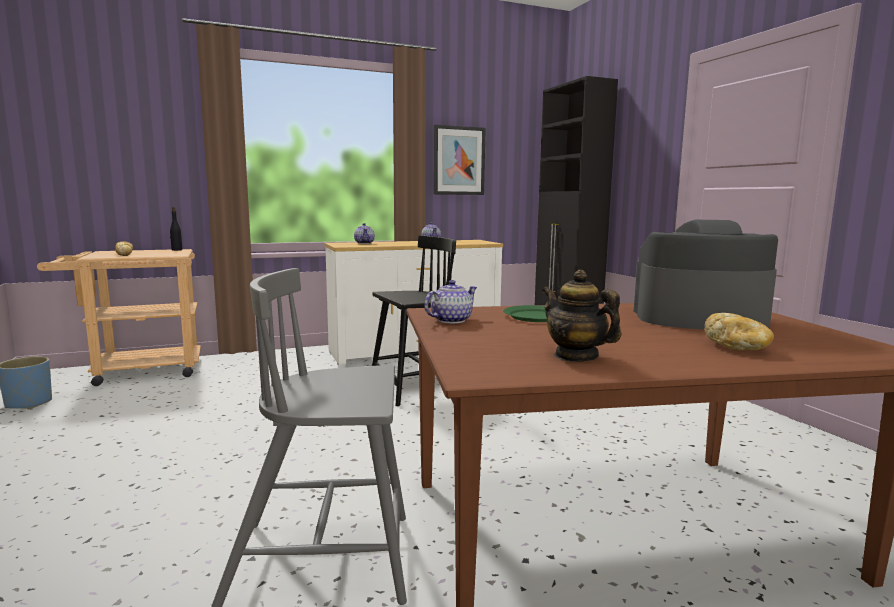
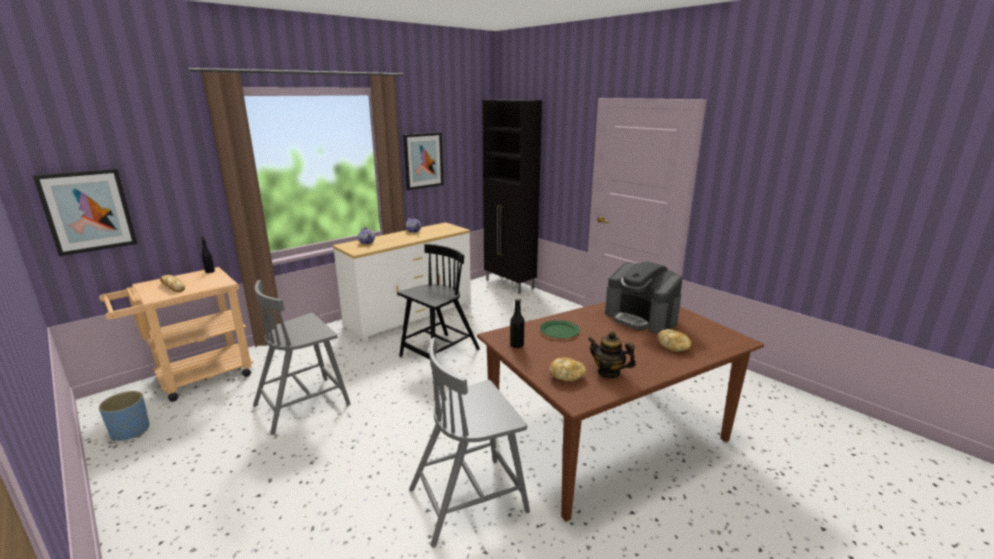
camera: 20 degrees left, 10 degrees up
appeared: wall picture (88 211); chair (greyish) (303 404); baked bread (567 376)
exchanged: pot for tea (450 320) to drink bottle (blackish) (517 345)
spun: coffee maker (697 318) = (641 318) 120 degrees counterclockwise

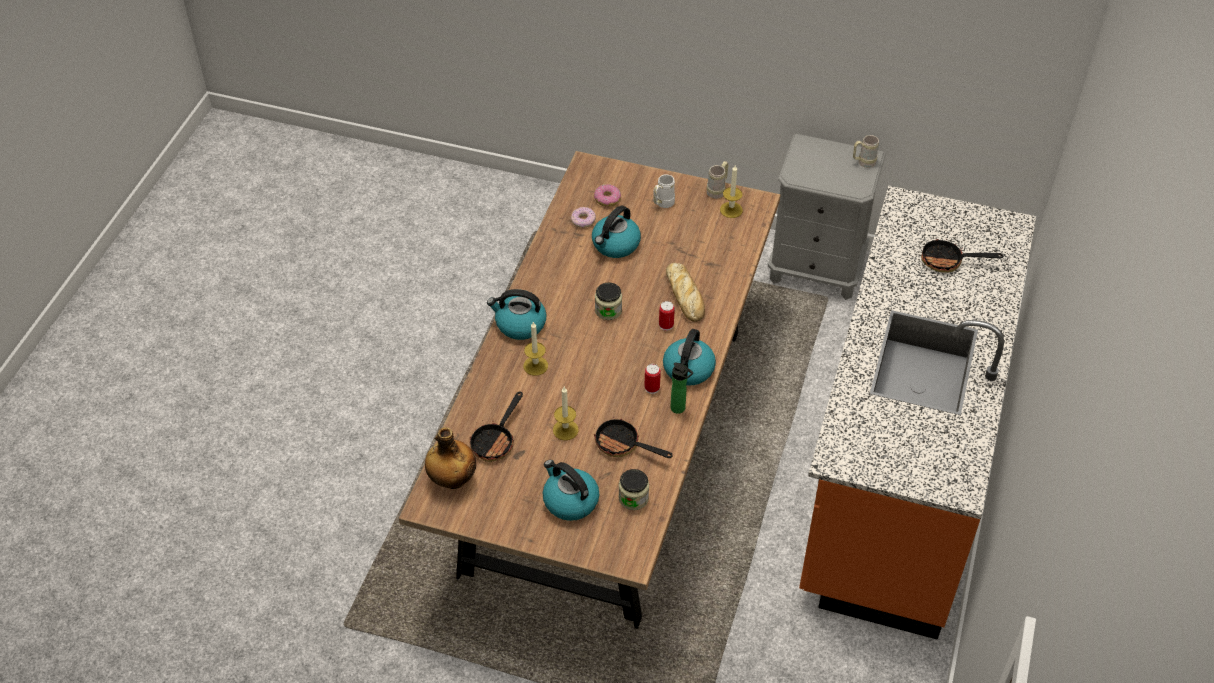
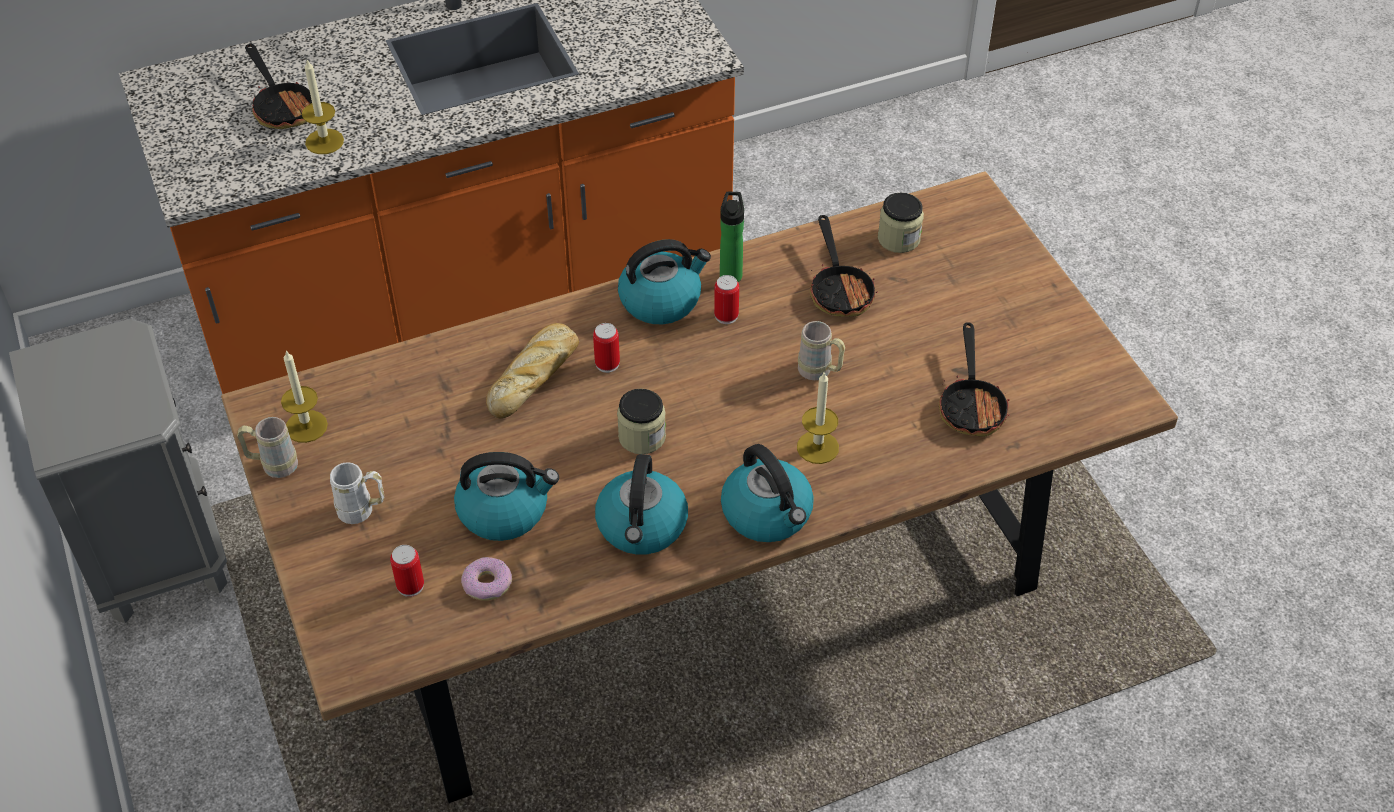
camera: 130 degrees left, 0 degrees up
missing: drink bottle (452 479)
relocated: tea mug (sand-coloured) (863 163) to (820 372); wax light (565 430) to (324 141); kettle (569 501) to (642 526)
exchanged: doughnut (607 199) to metal can (410 586)
spun: skillet (496 441) = (972 404) 105 degrees clockwise

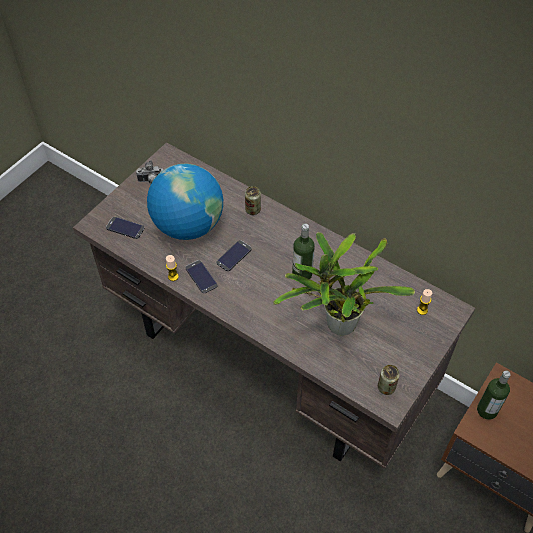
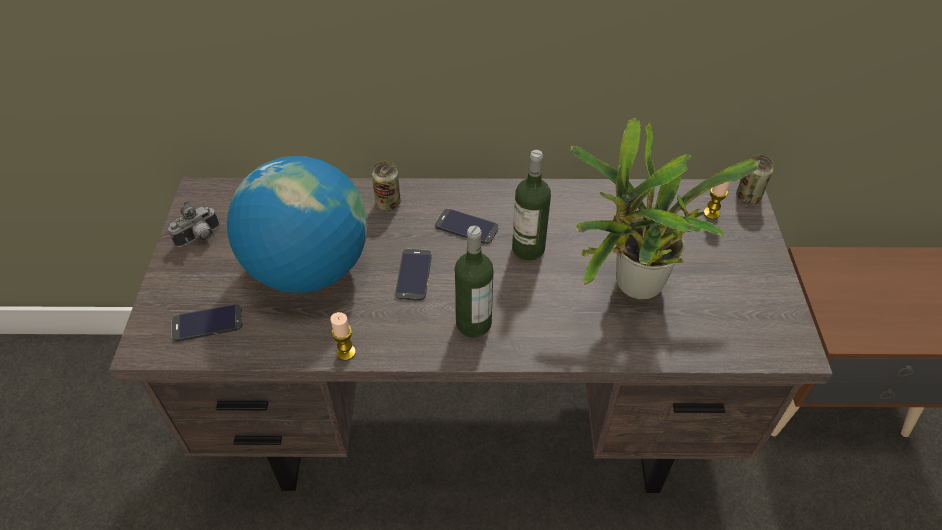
camera: 35 degrees left, 5 degrees down
relocated: handset (201 277) to (466 226); metal can (386 387) to (748 197); drink bottle (487 410) to (473 323)

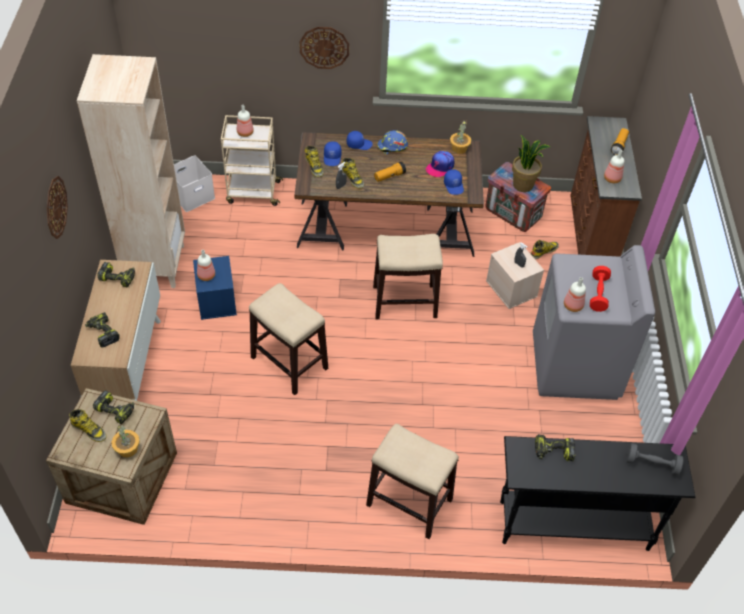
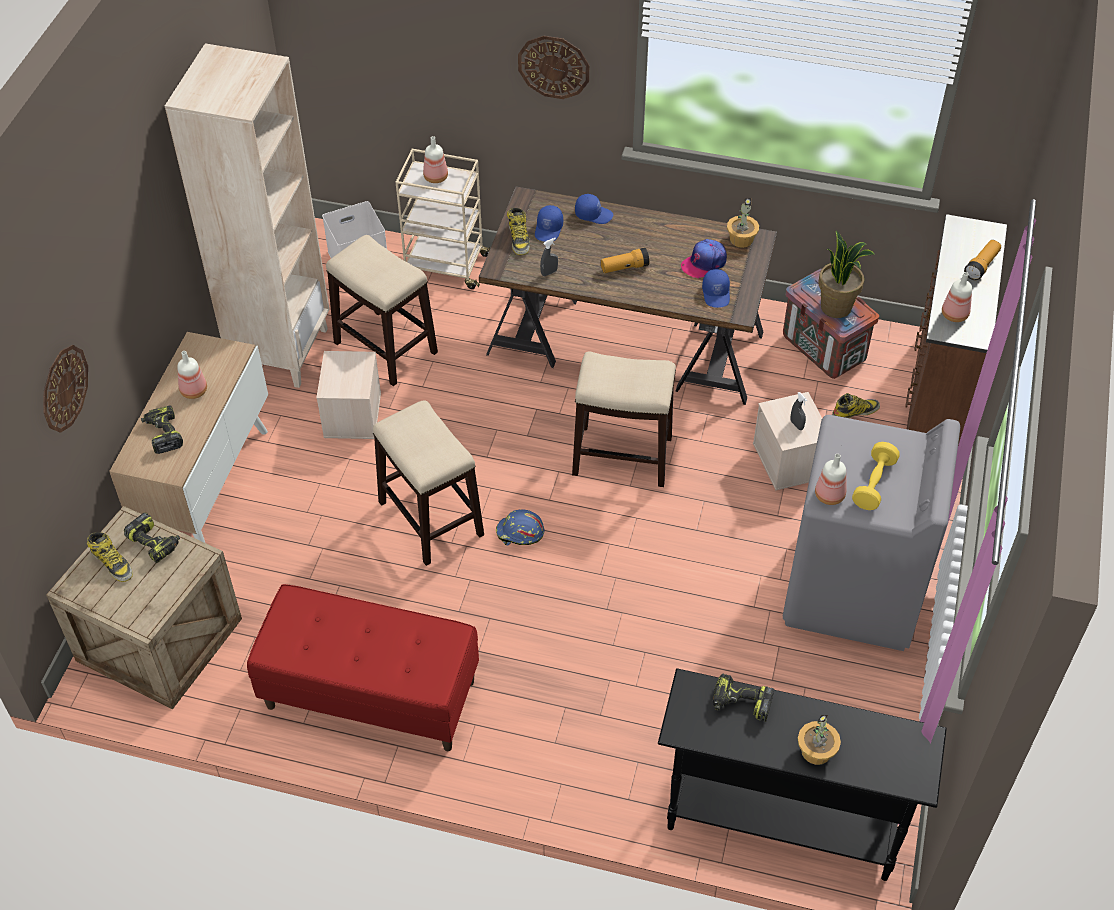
camera: 15 degrees right, 0 degrees up
missing: high-top boot (352 178); power drill (118 278); free weight (greyish) (652 464)
appeared: long seat (red) (370 695)
relocated: safety helmet (blue-coloured) (392 147) to (520 533); wall clock (56 207) to (64 388); drink bottle (206 276) to (193 391); plant in a pot (128 449) to (816 751); stool seat (408 502) to (385 347)
colour: storage container (blue-coloured) (216 300) to storage container (sand-coloured) (351 414); free weight (red) (598 294) to free weight (yellow) (874 484)

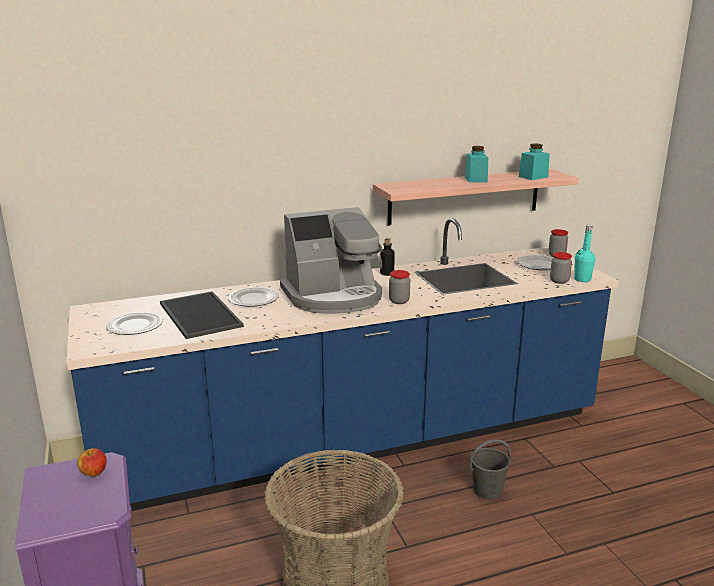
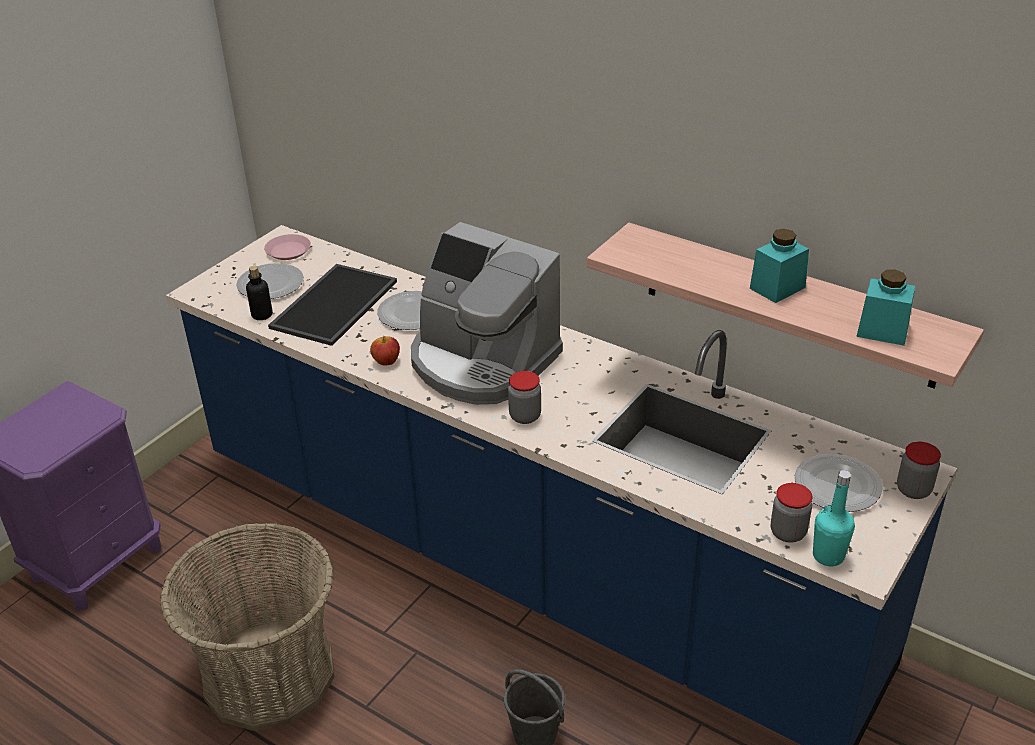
camera: 55 degrees right, 15 degrees up
appeared: dinner plate (pink) (288 251)
relocated: drink bottle (387 273) to (262 315); apple (94 473) to (386 361)

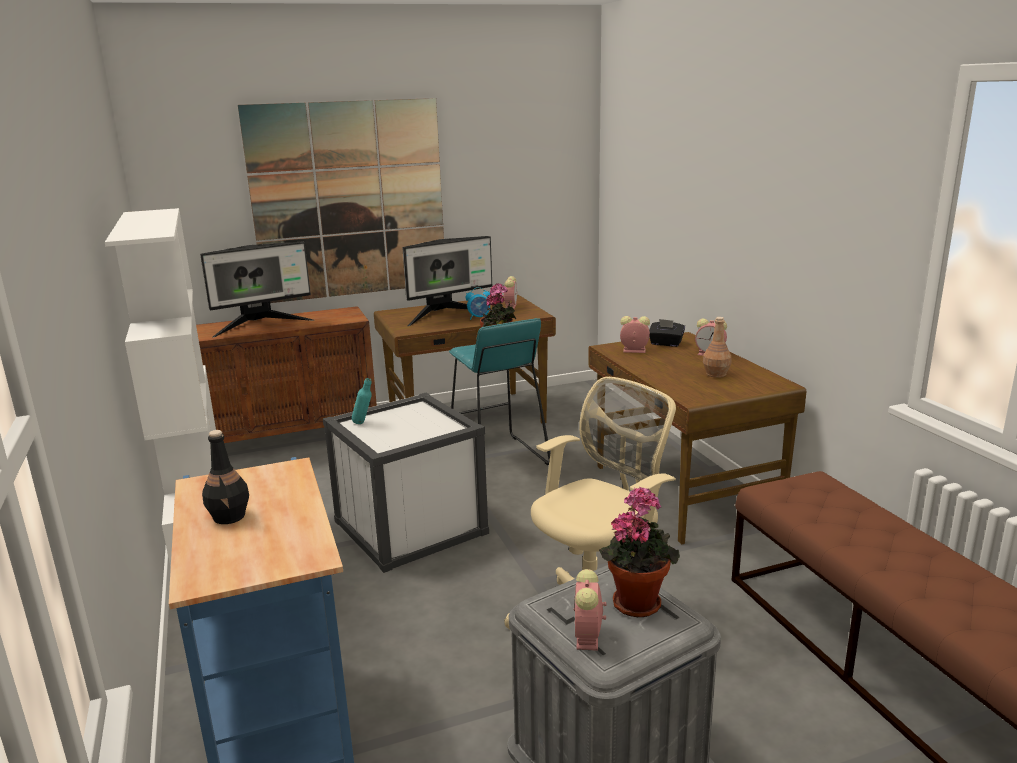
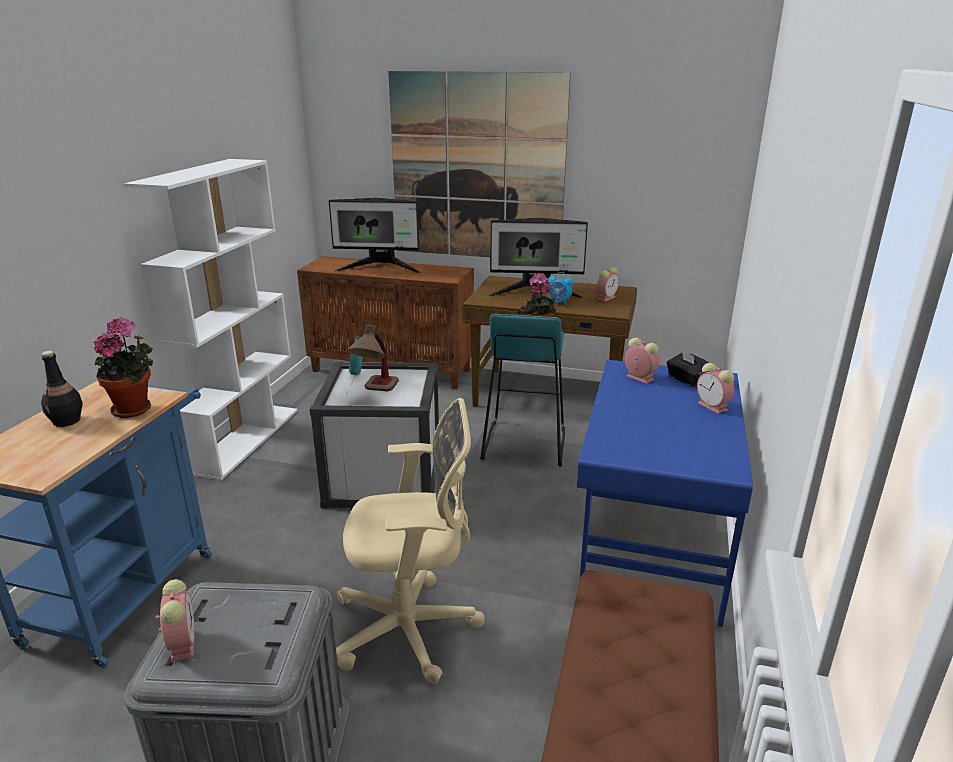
camera: 35 degrees right, 5 degrees up
missing: drink bottle (brown) (716 374)
appeared: tabletop lamp (376 392)
relocated: plant in a pot (637 601) to (135 409)
colour: desk unit (brown) (683 492) to desk unit (blue-coloured) (651 546)
spun: bedside clock (588 637) = (182 643) 120 degrees clockwise

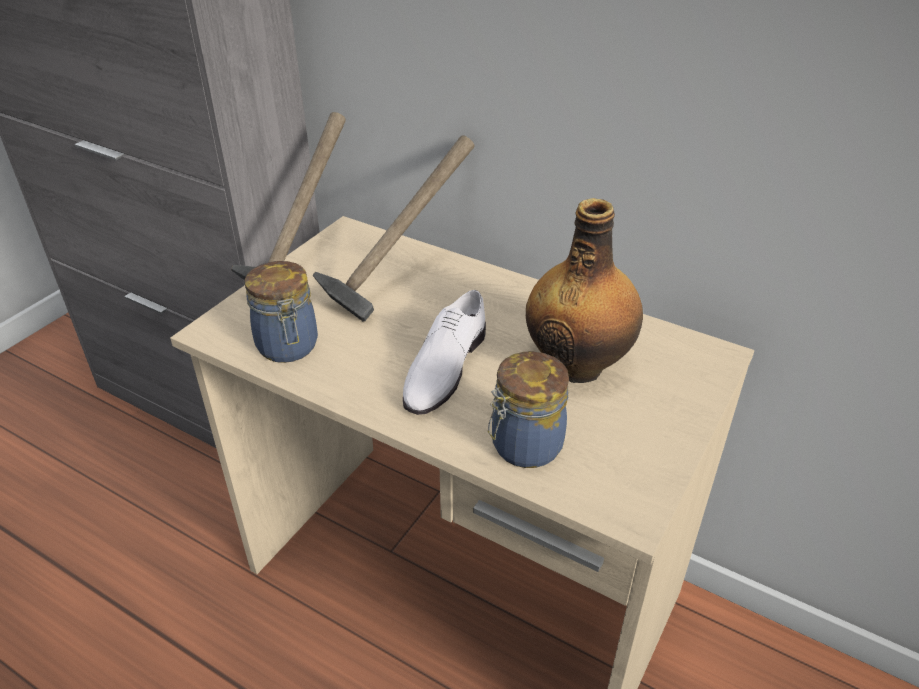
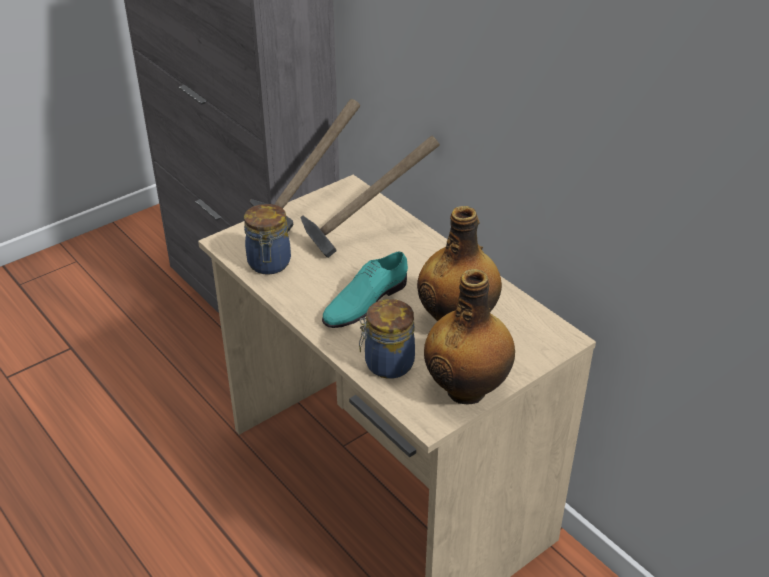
camera: 20 degrees right, 0 degrees up
appeared: drink bottle (467 389)
colour: item of footwear (white) (444 367) to item of footwear (turquoise-coloured) (364 301)

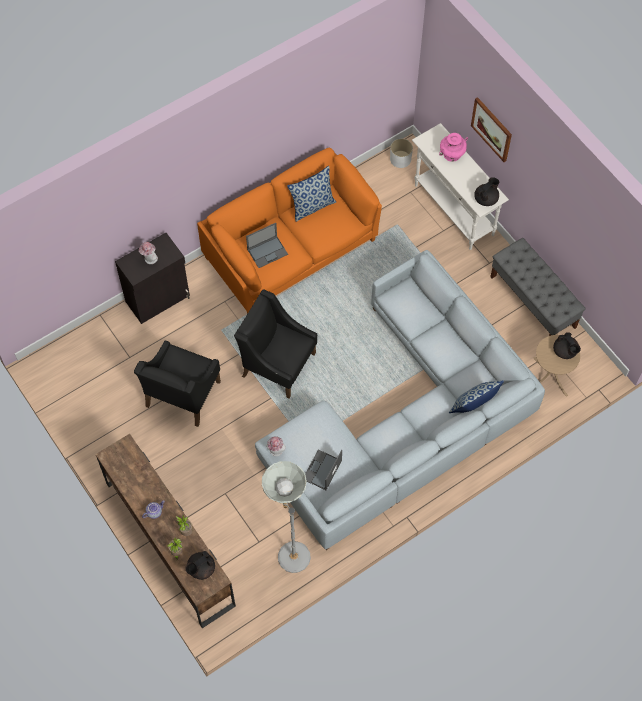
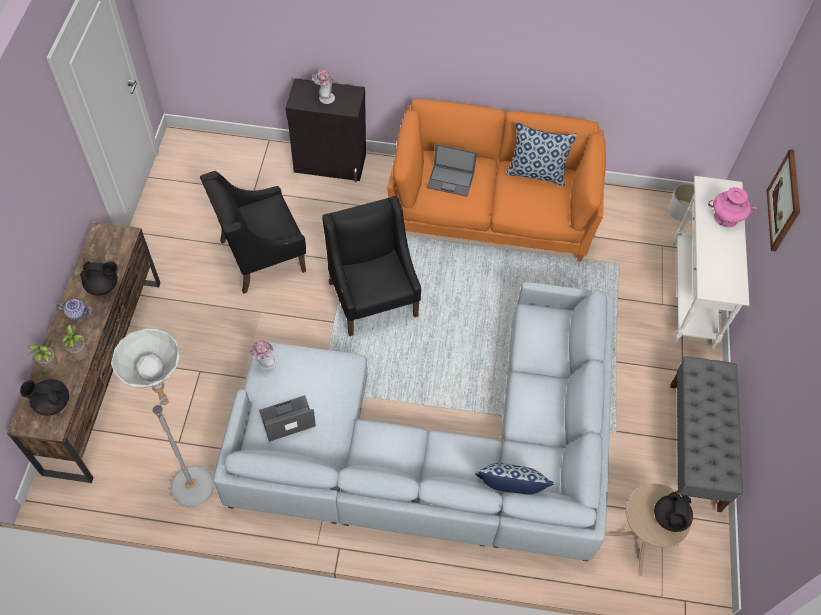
camera: 40 degrees right, 5 degrees down
relocated: pot for tea (blackish) (486 199) to (103 286)

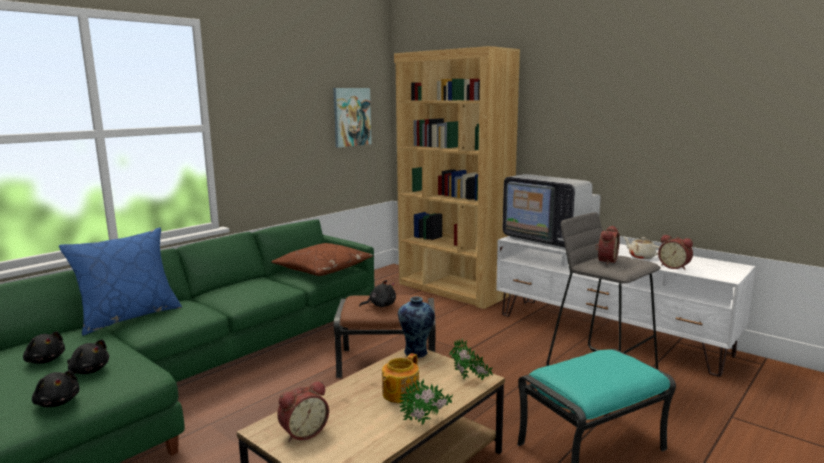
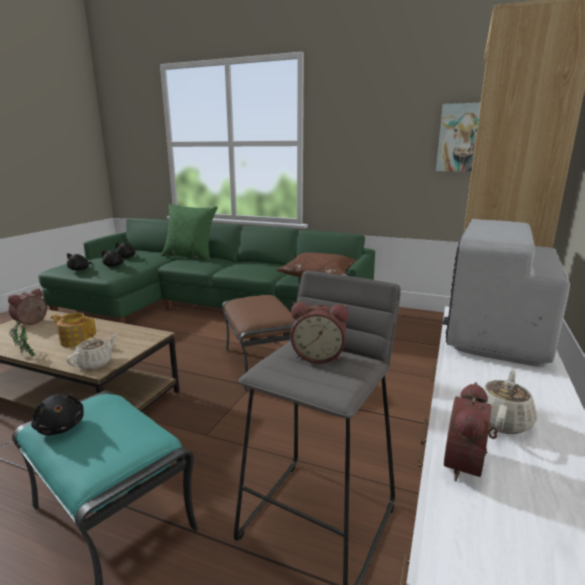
camera: 70 degrees right, 5 degrees up
missing: vase (416 353)
relocated: soft toy (blackish) (380 305) to (61 427)
exchanged: plant in a pot (470 380) to pot for tea (sand-coloured) (95 363)
colour: pillow (blue-coloured) (129 317) to pillow (green-coloured) (190 256)
spun: bedside clock (303 432) = (32 323) 90 degrees clockwise

